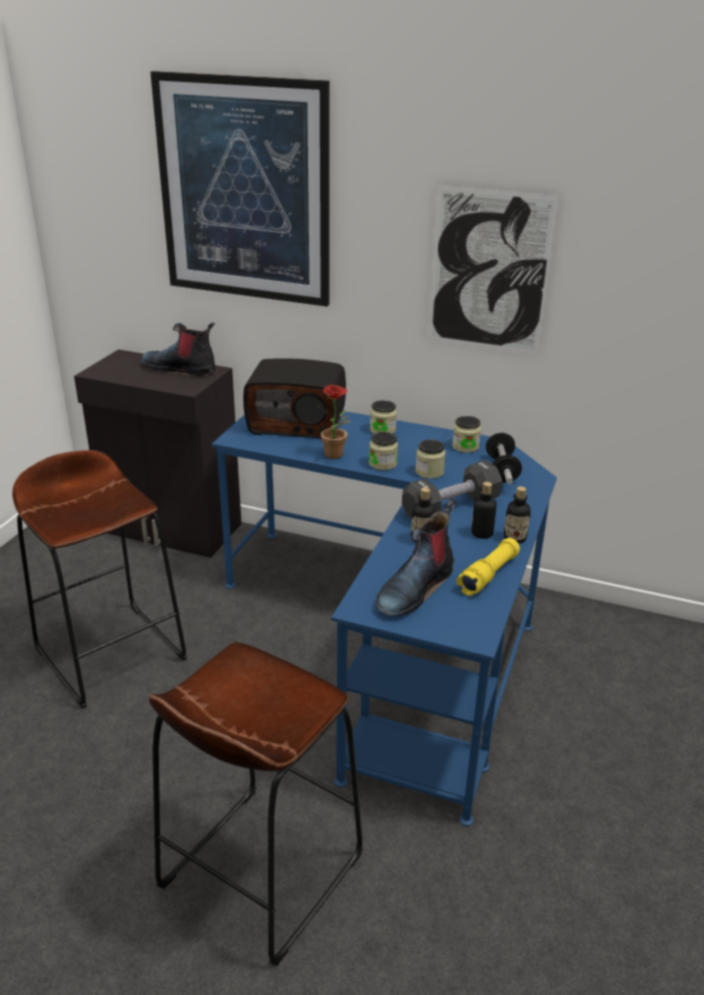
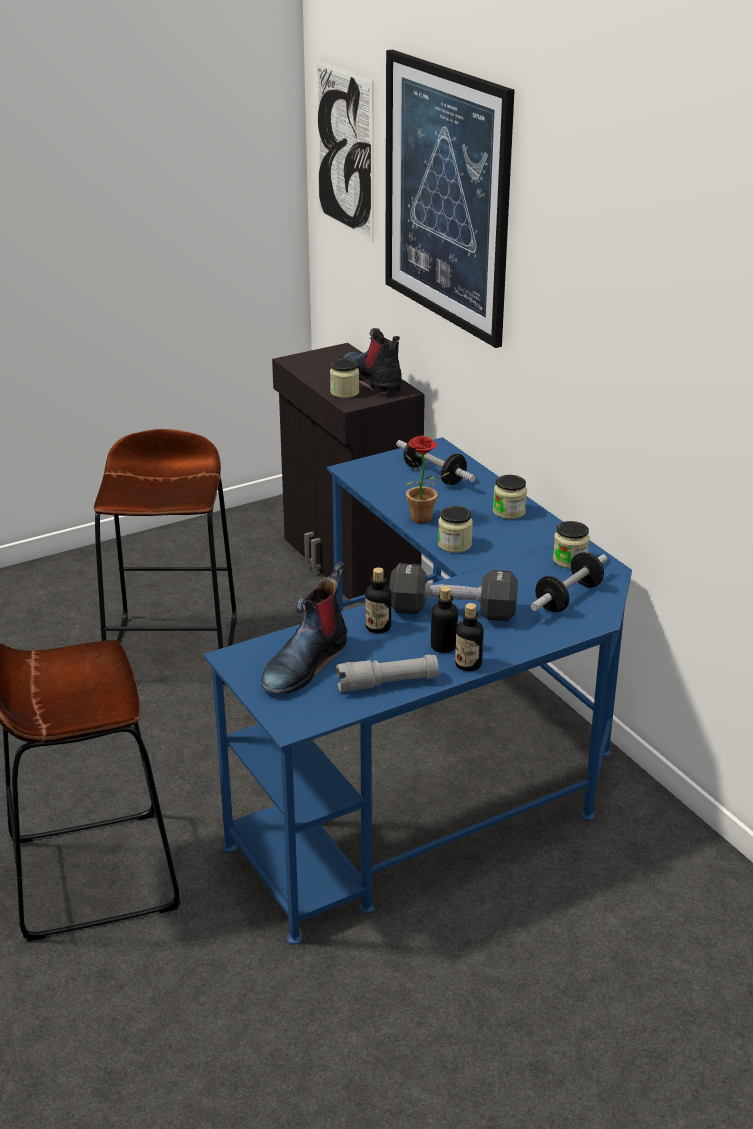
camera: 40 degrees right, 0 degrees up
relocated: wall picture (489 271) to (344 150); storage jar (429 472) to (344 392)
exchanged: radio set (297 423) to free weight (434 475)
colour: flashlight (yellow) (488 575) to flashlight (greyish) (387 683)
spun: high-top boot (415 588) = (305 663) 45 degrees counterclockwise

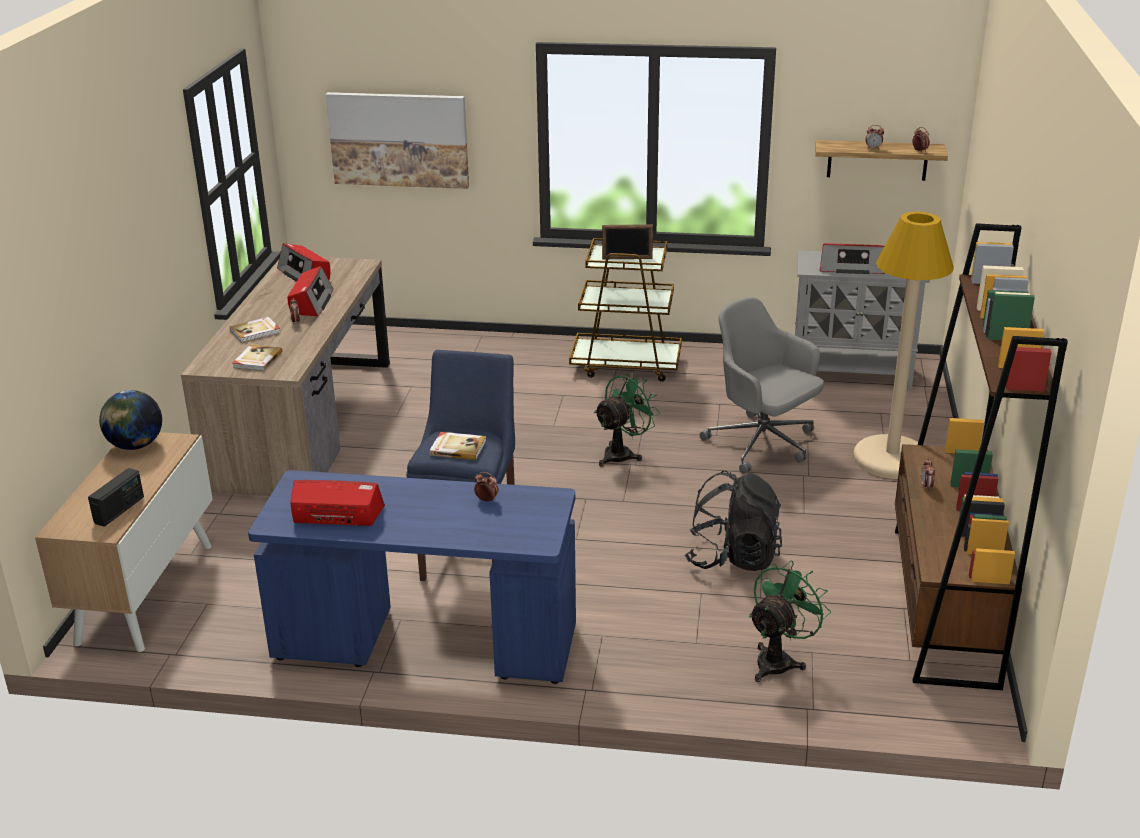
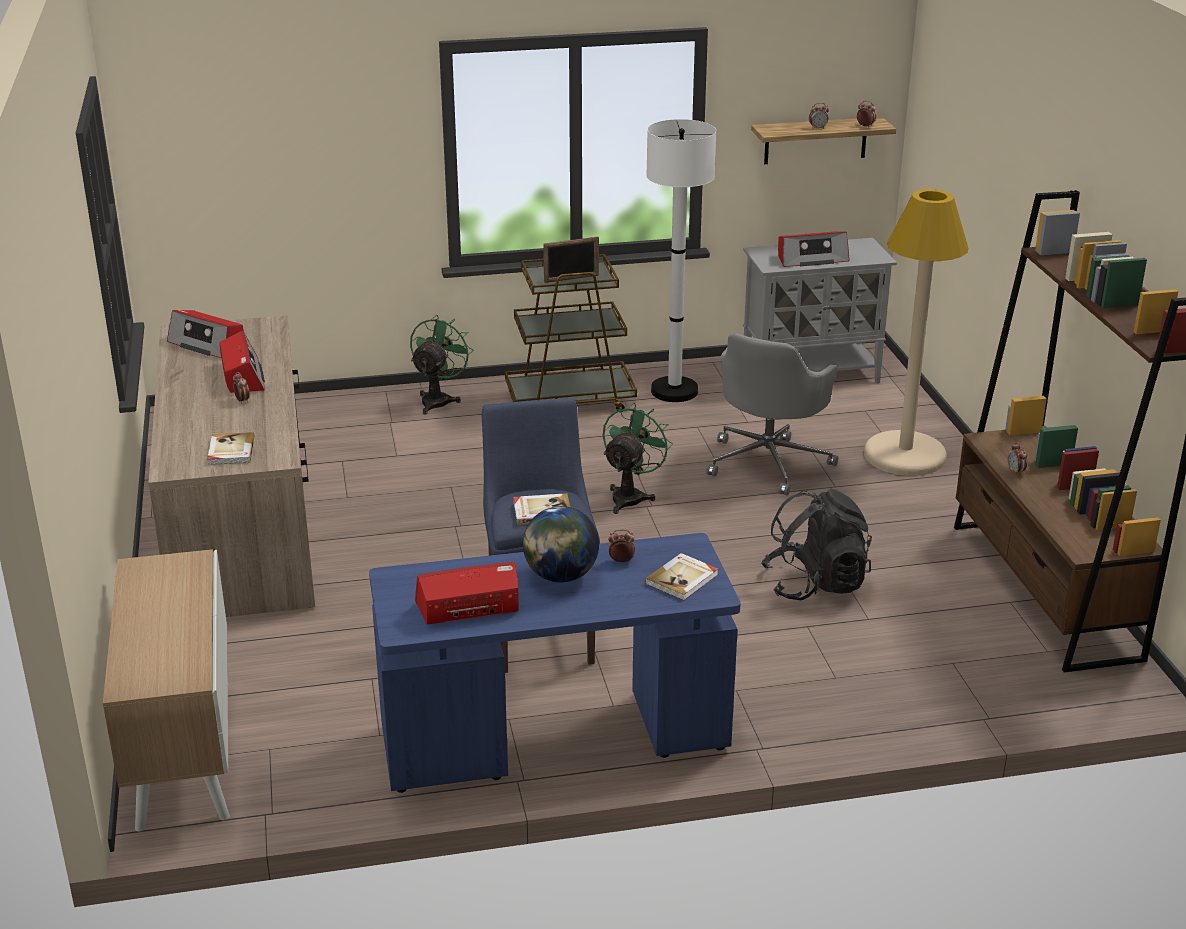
camera: 20 degrees left, 0 degrees up
missing: wall picture (399 139); radio set (119 510)
appeared: standing lamp (white) (674 391)
relocated: book (256 331) to (682 579); world globe (135 445) to (561 576); fan (green-coloured) (779 660) to (438 400)
spun: computer chair (greyish) (762 444) = (769 462) 90 degrees counterclockwise

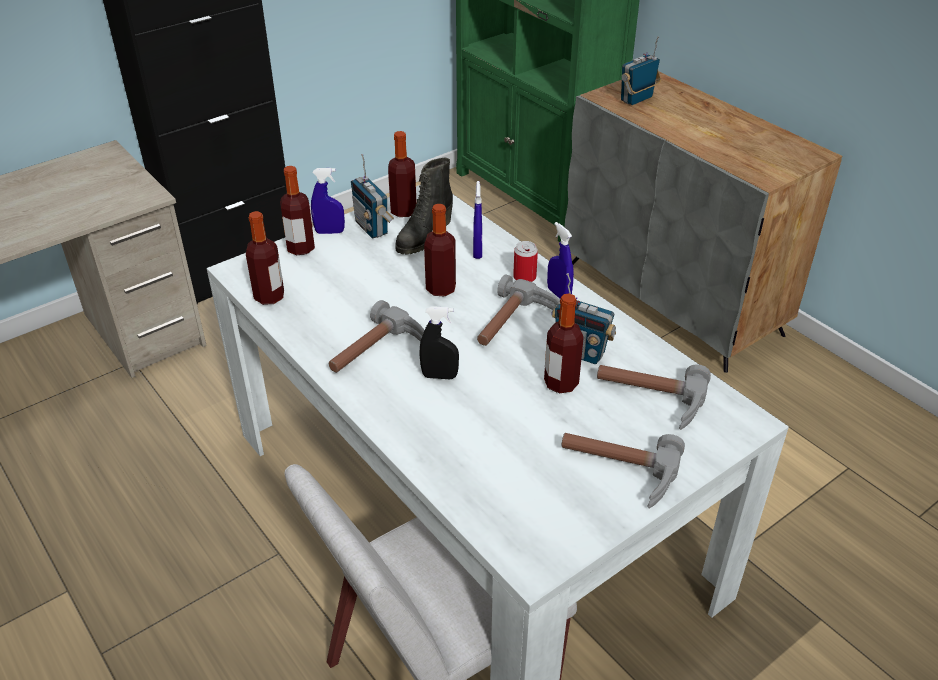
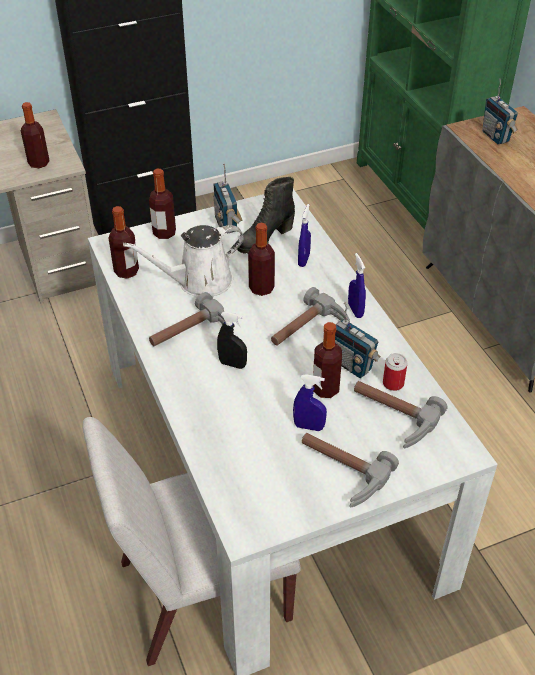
camera: 15 degrees right, 5 degrees up
appeared: watering can (white) (199 281)
relocated: drink bottle (403 211) to (39 163); spray bottle (blue-coloured) (329 232) to (309 426); metal can (524 277) to (393 383)
spun: radio set (637 99) = (495 136) 90 degrees counterclockwise

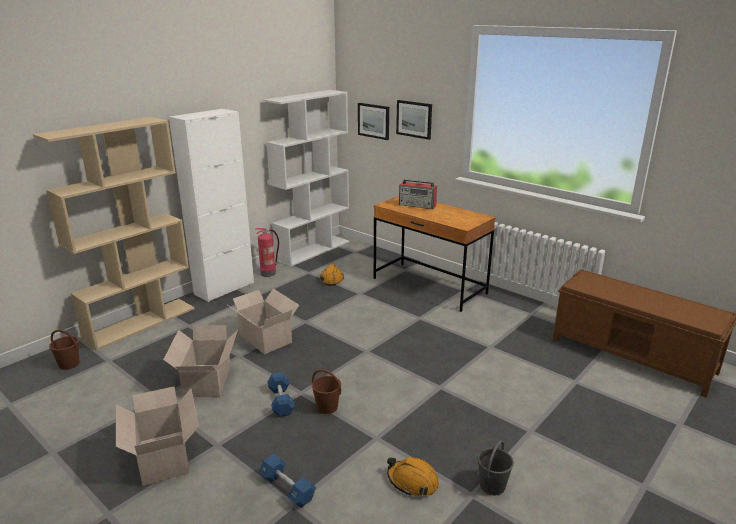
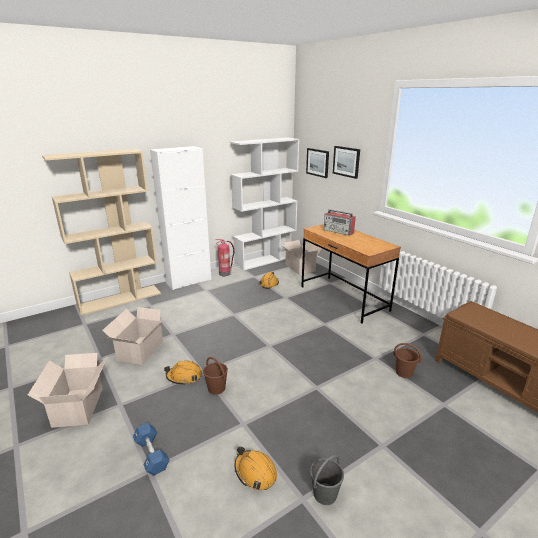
camera: 15 degrees right, 0 degrees up
relocated: cardboard box (265 338) to (299 267); bucket (brown) (69 364) to (403 372)
exchanged: free weight (blue-coloured) (281 401) to safety helmet (orange-coloured) (184 377)

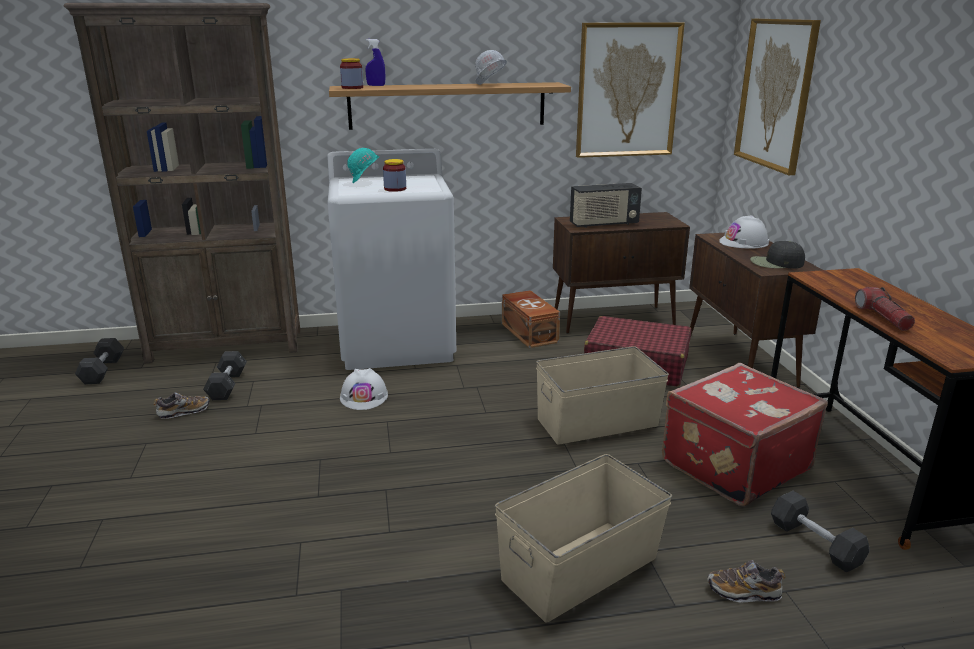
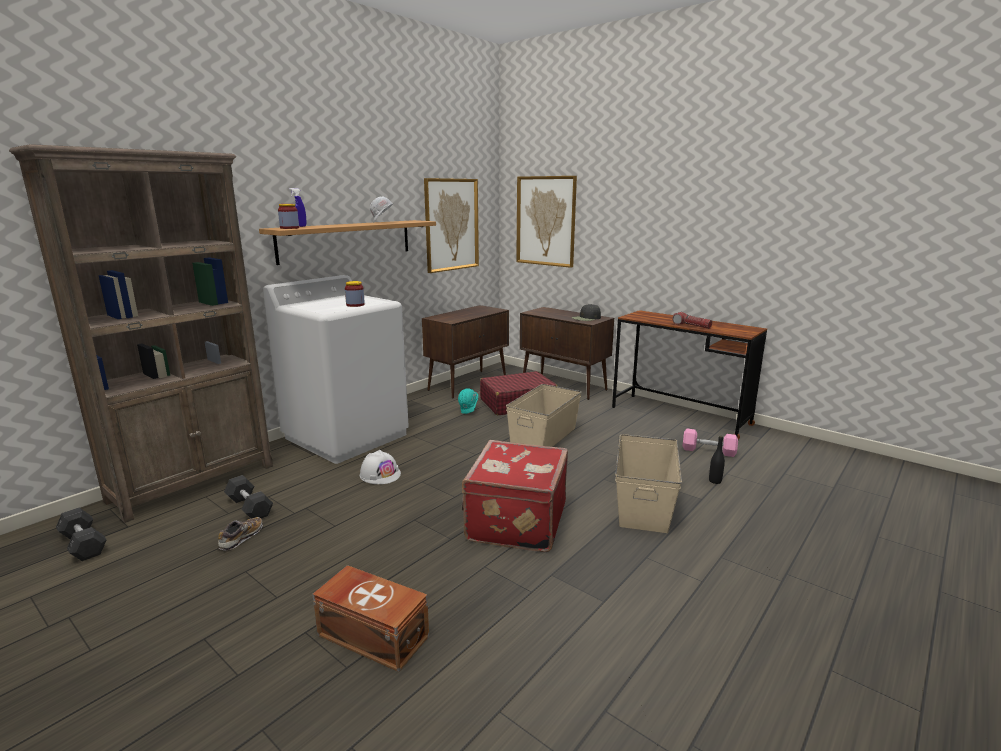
camera: 40 degrees left, 5 degrees down
missing: radio set (603 224); safety helmet (white) (744 242)
relocated: safety helmet (turquoise-coloured) (365 183) to (469 411); storage container (brown) (529 332) to (373 634); suitcase (red) (732 464) to (515 522)
exchanged: item of footwear (743 592) to drink bottle (blackish) (715 481)
colour: free weight (greyish) (815 543) to free weight (pink) (708 451)

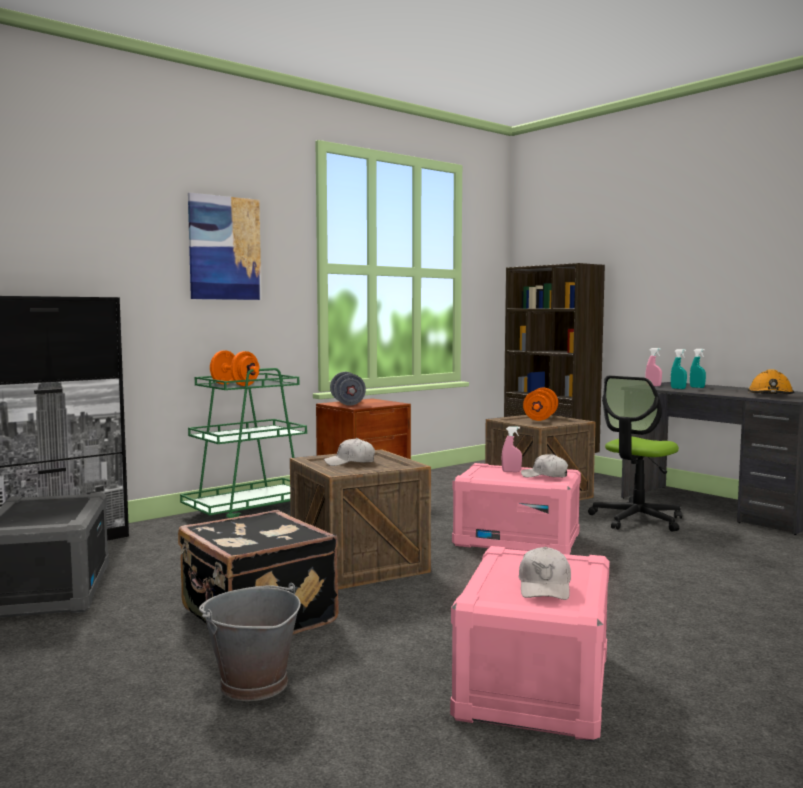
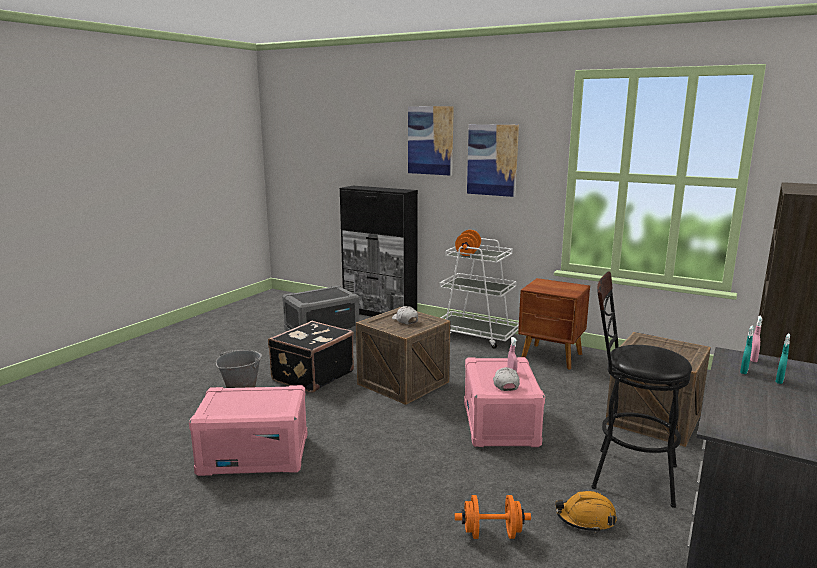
camera: 70 degrees right, 10 degrees up
missing: free weight (greyish) (347 403); peaked cap (white) (545 587)
appeared: wall picture (430 140)
relocated: safety helmet (orange-coloured) (770 395) to (585 519); free weight (orange-coloured) (540 418) to (491 533)
exchanged: computer chair (637 520) to stool seat (blackish) (625 474)
colour: cart (green-coloured) (250 512) to cart (white) (476 336)

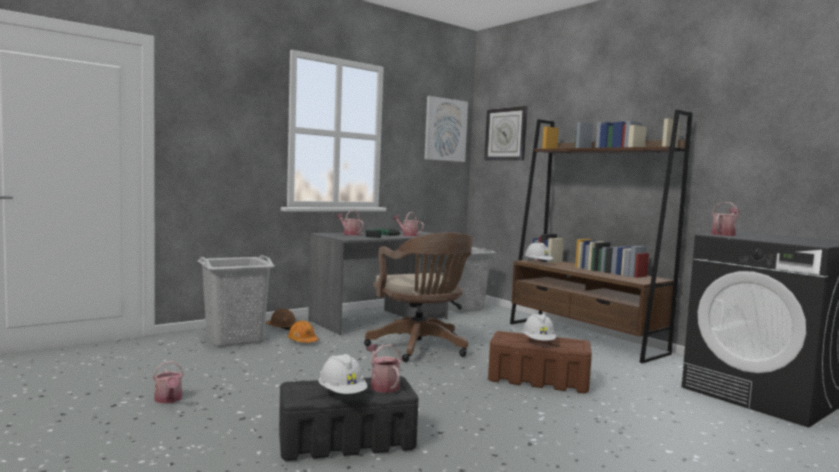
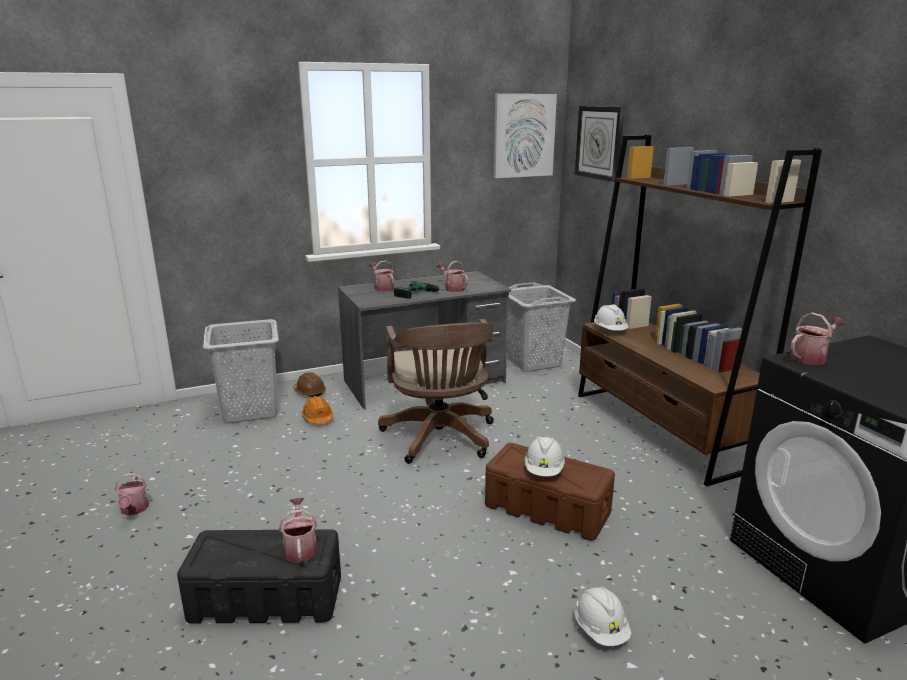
camera: 15 degrees right, 15 degrees up
relocated: safety helmet (white) (342 393) to (600 630)

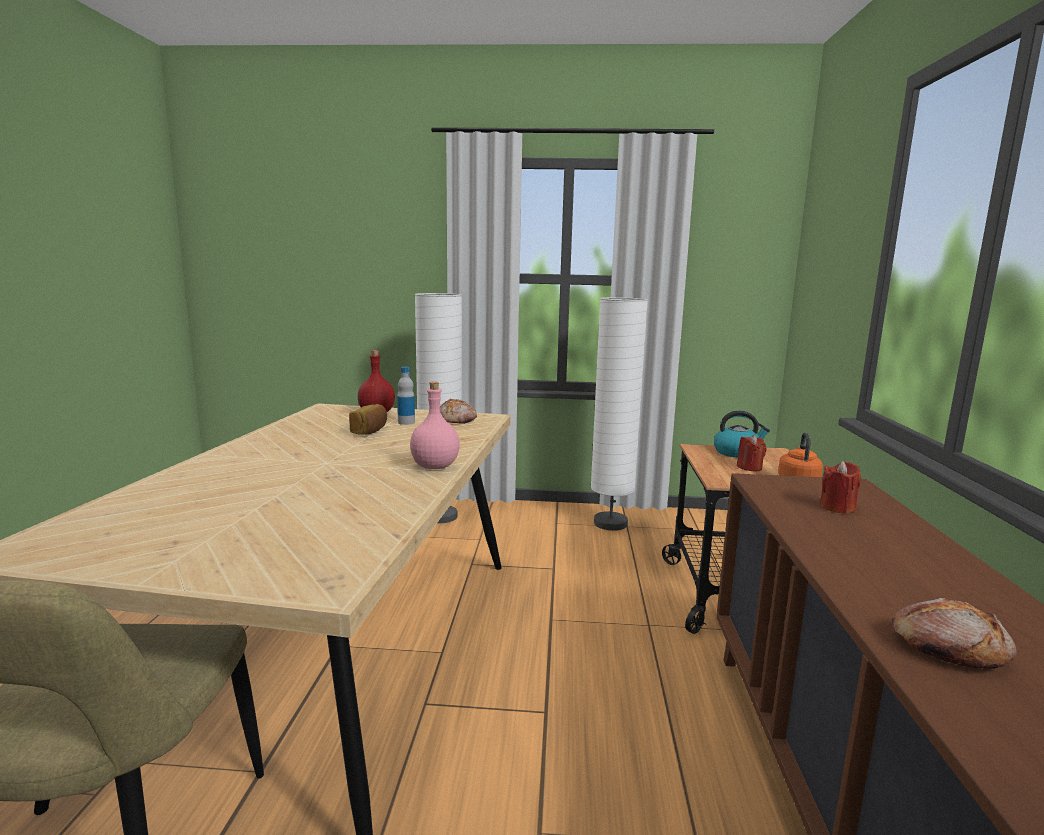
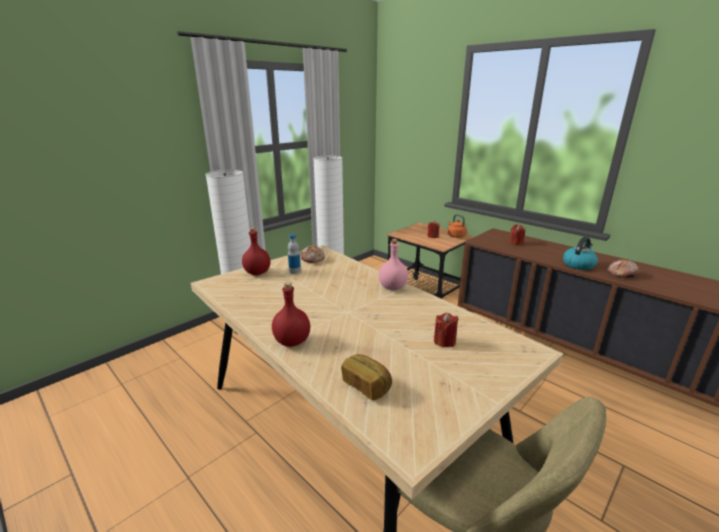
camera: 50 degrees left, 10 degrees up
appeared: drink bottle (red) (293 341); wax light (red) (444 341)
relocated: baked bread (370 431) to (366 386); kettle (737 453) to (578 265)

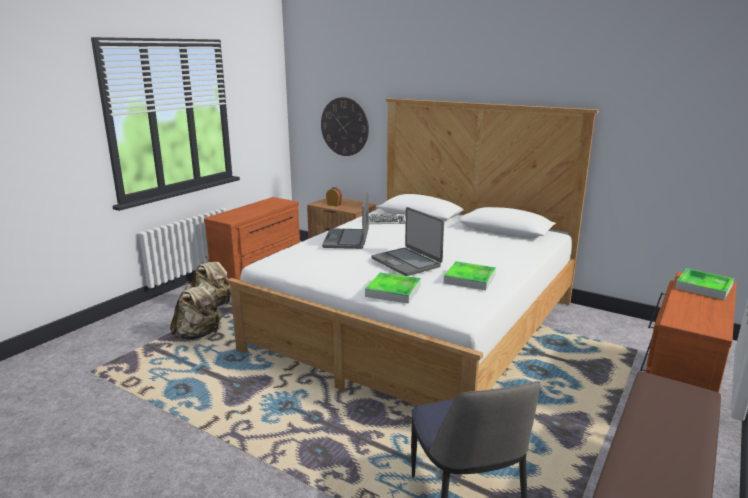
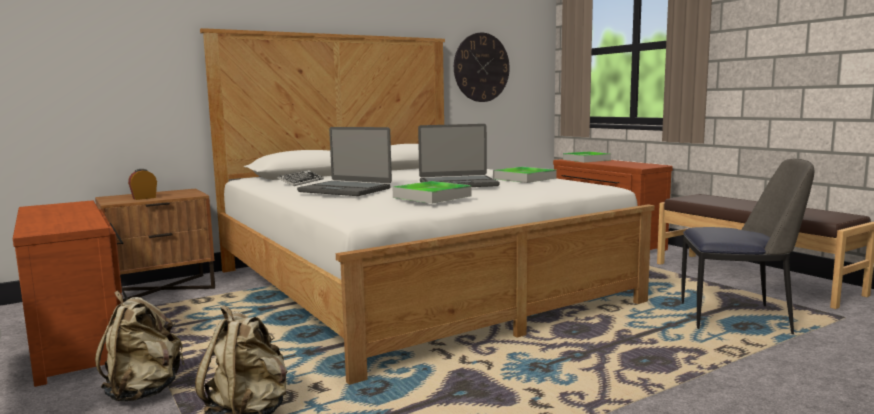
camera: 65 degrees left, 10 degrees down
relocated: wall clock (344 127) to (481 67); carrying tray (393 291) to (432 197)

